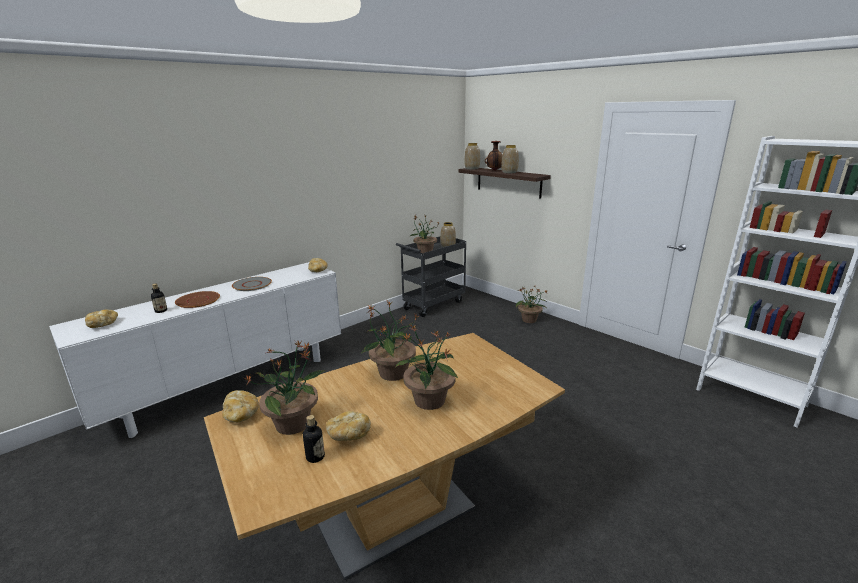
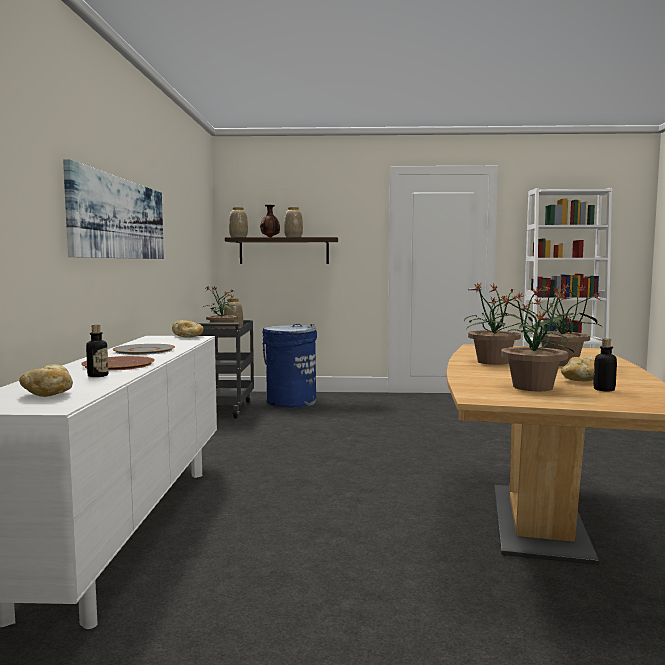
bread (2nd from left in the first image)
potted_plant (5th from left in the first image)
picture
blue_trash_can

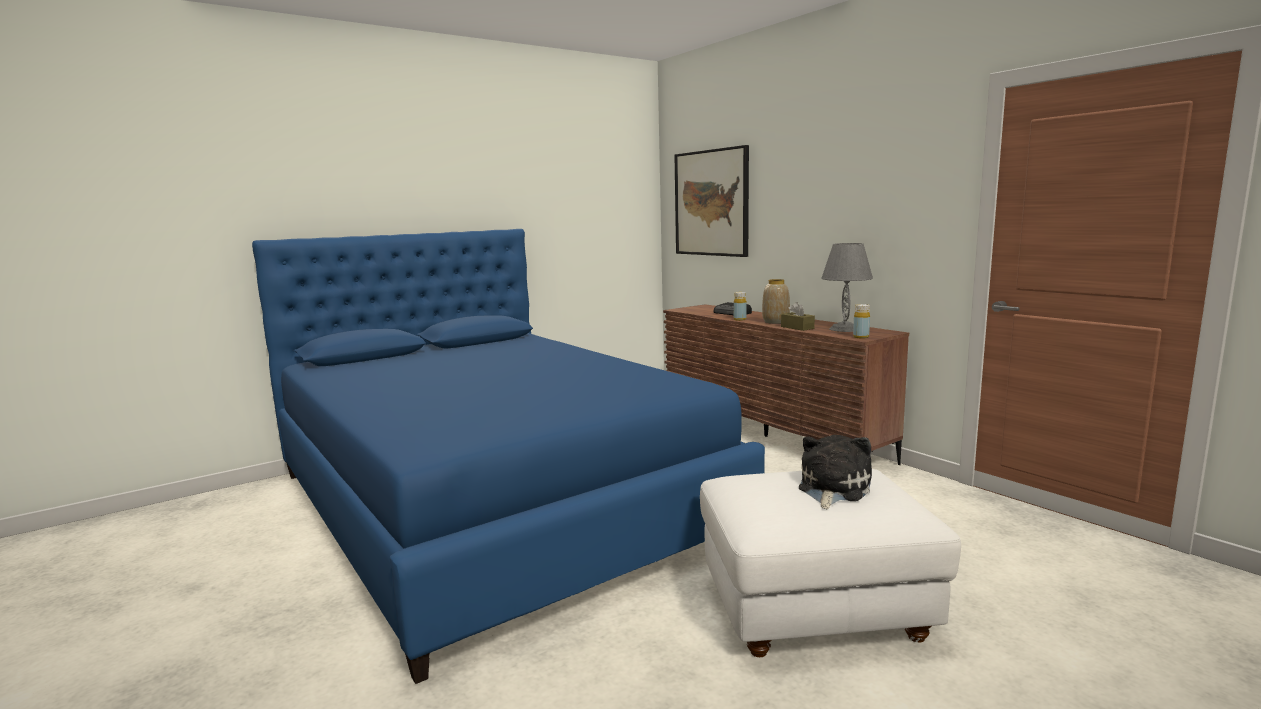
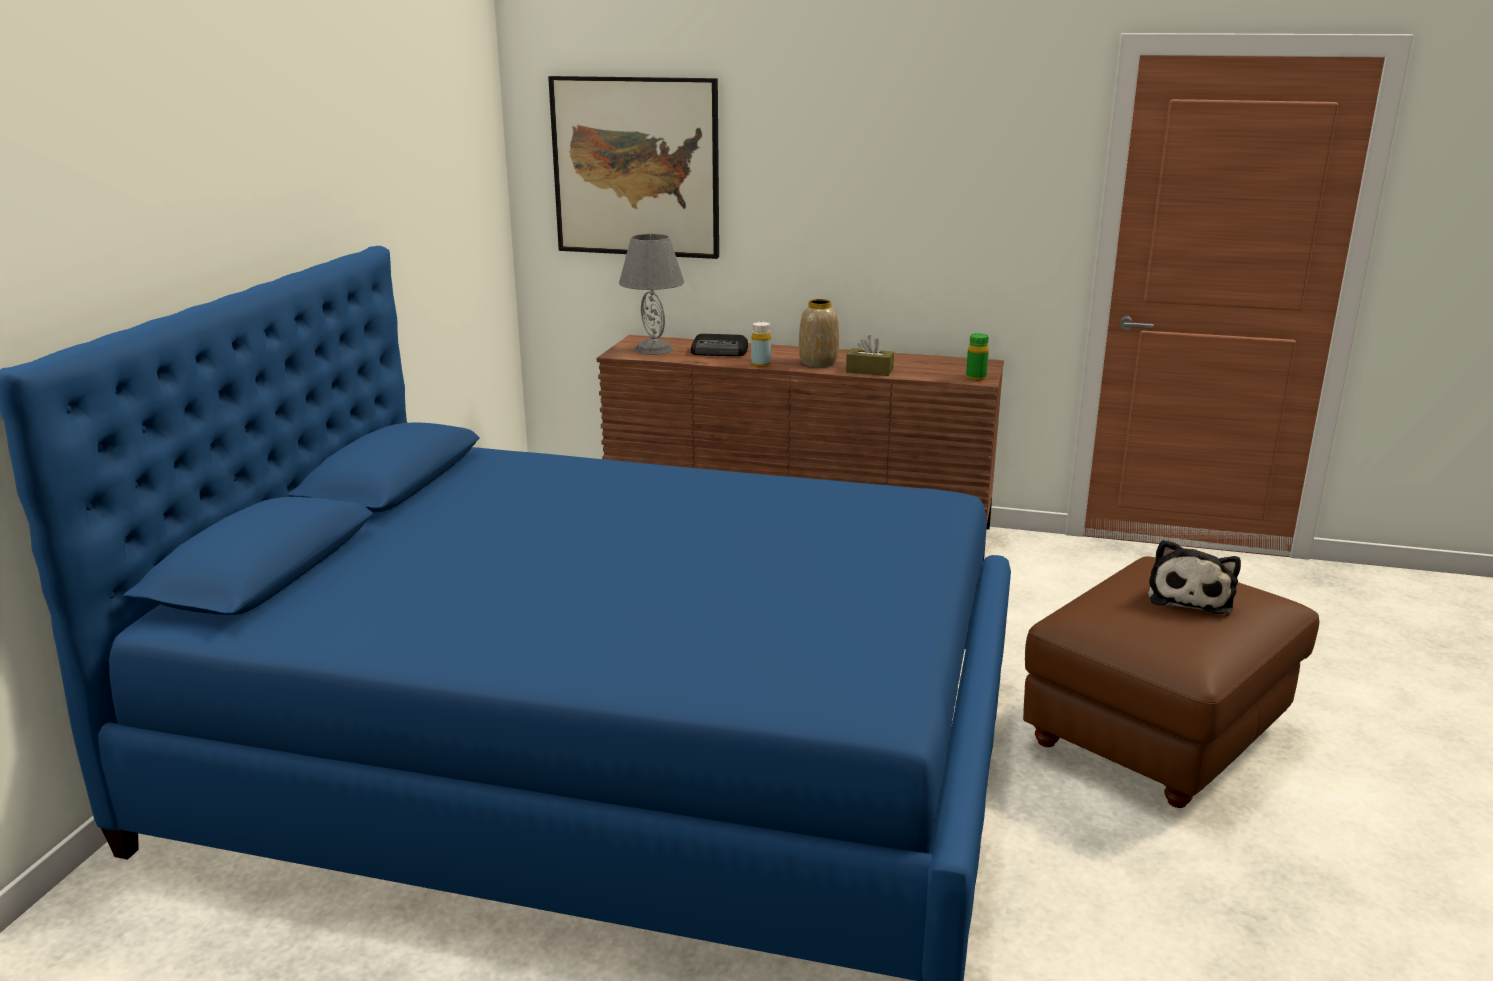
brown_ottoman
plush_toy
grey_table_lamp
green_bottle

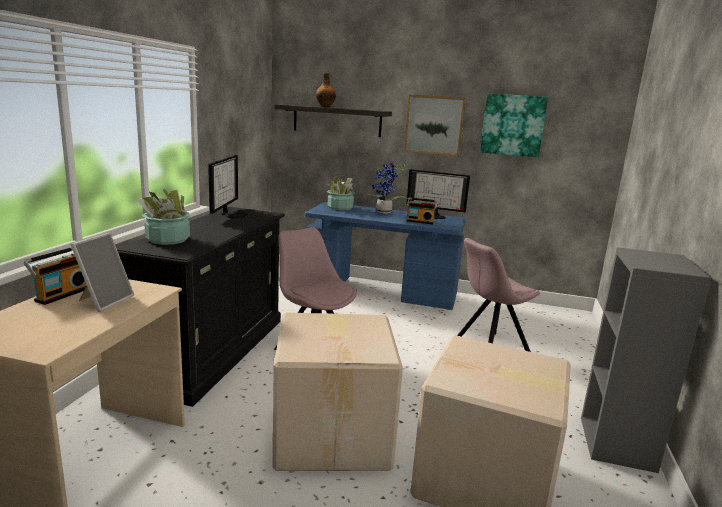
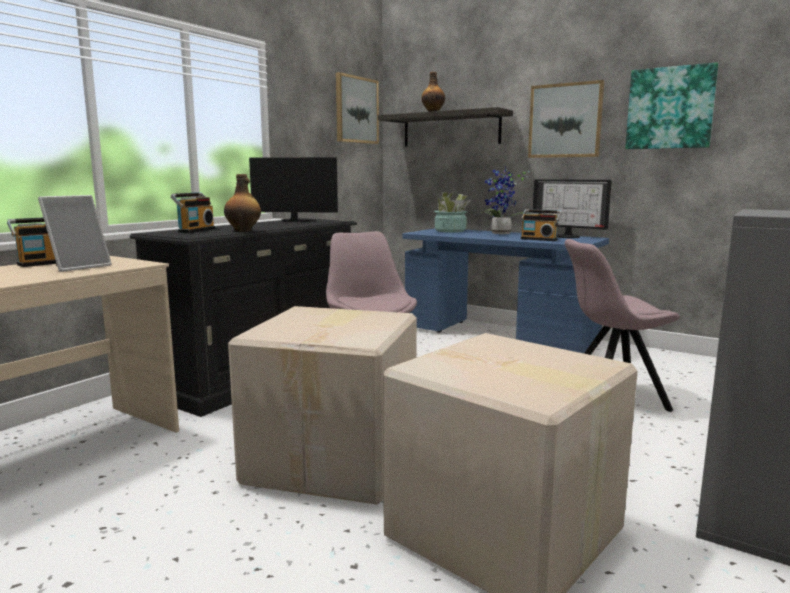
radio (2nd from left)
monitor (1st from left)
bottle (1st from left)
picture (1st from left)

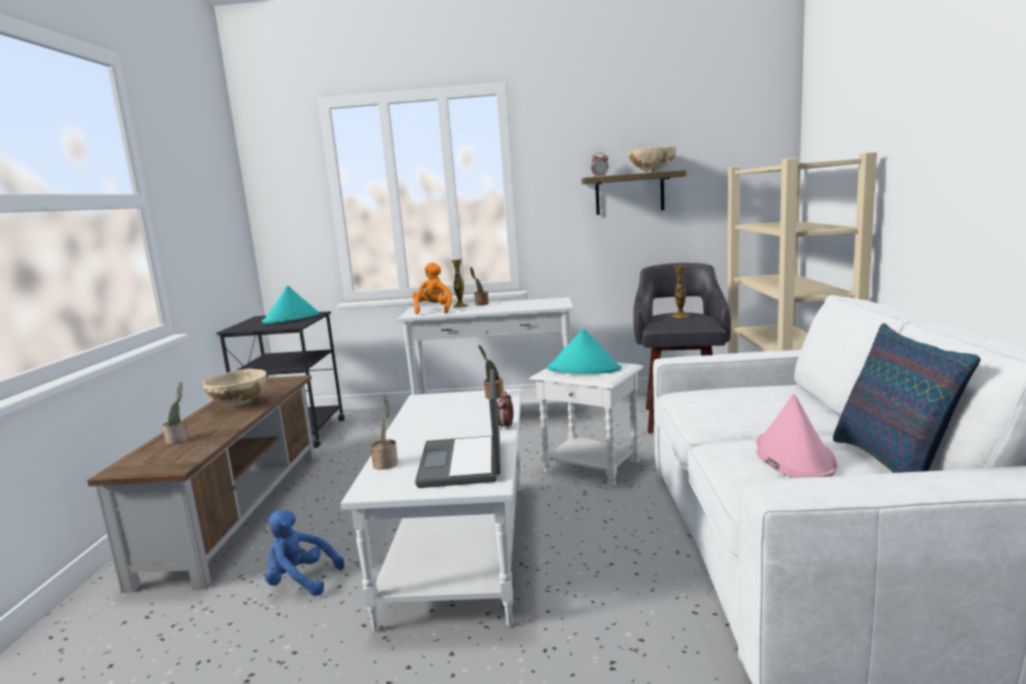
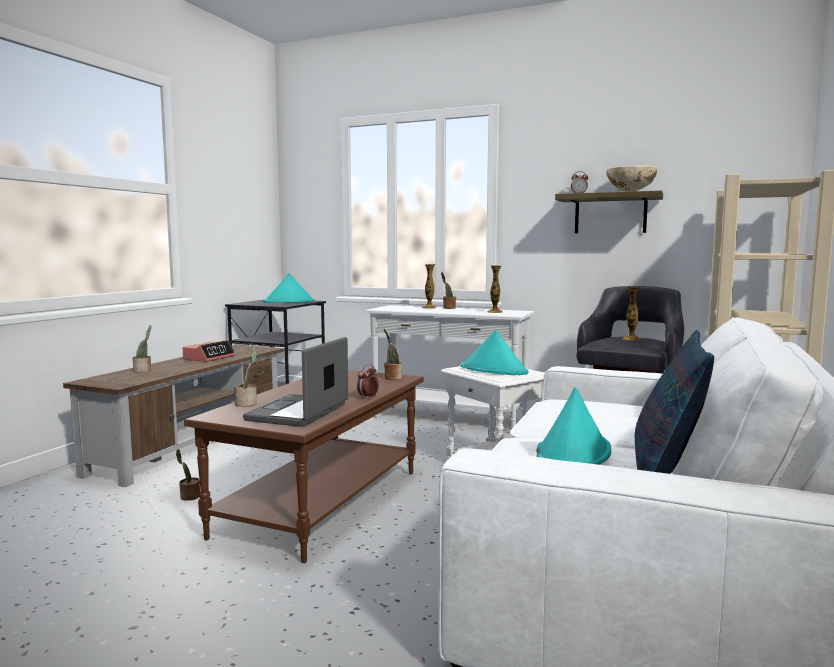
alarm_clock (1st from left)
potted_plant (2nd from left)
brown_coffee_table
orange_plush_toy
turquoise_hat (3rd from left)
vase (2nd from left)

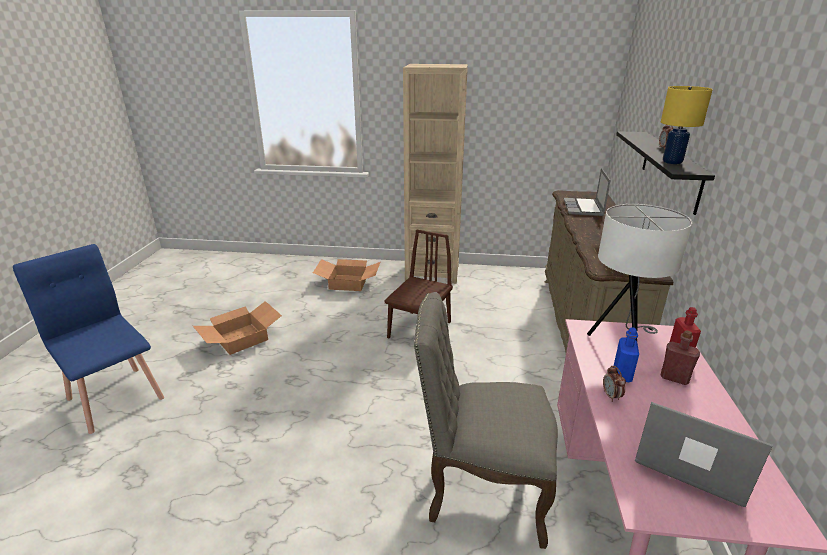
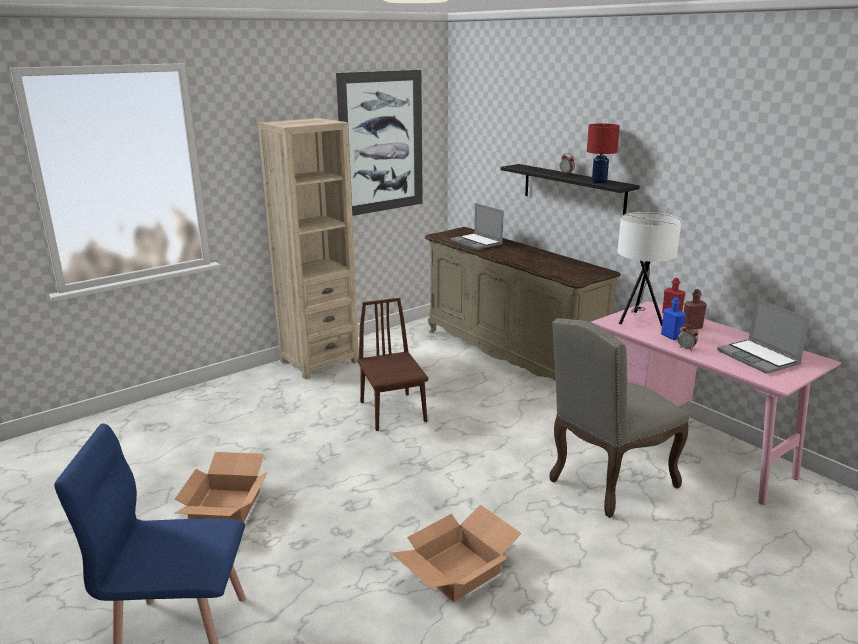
cardboard_box (2nd from left)
laptop (2nd from left)
red_table_lamp
picture

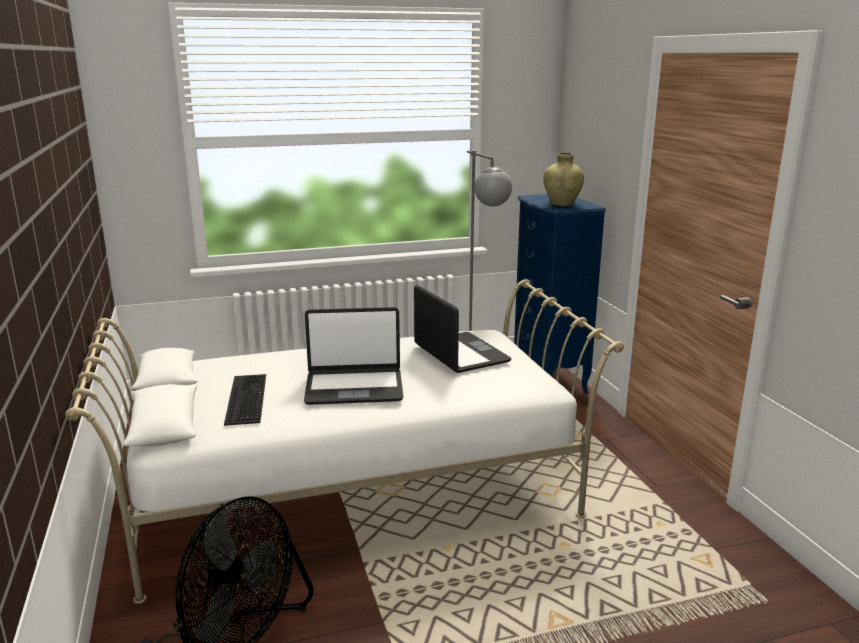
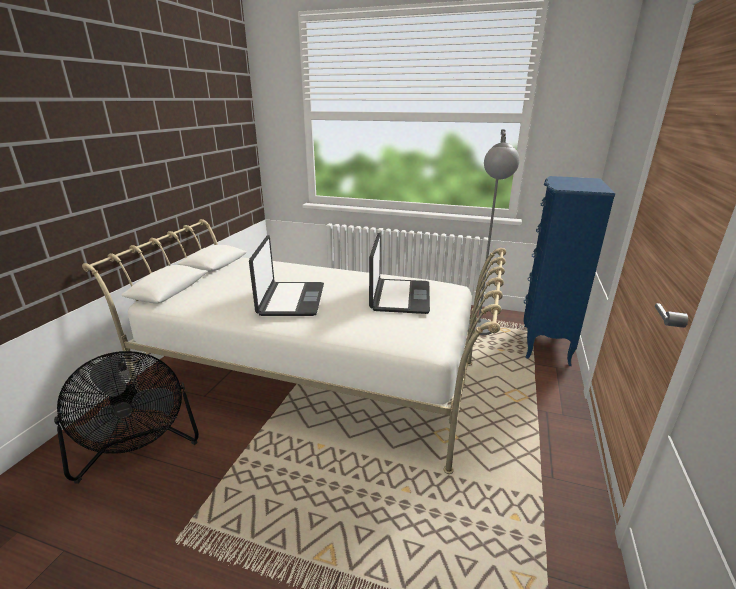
keyboard
laptop (1st from left)
beige_vase

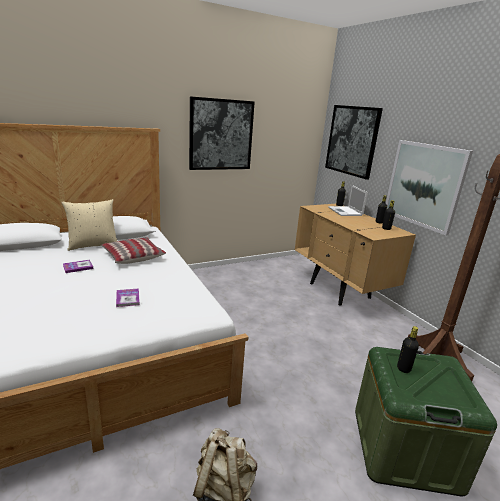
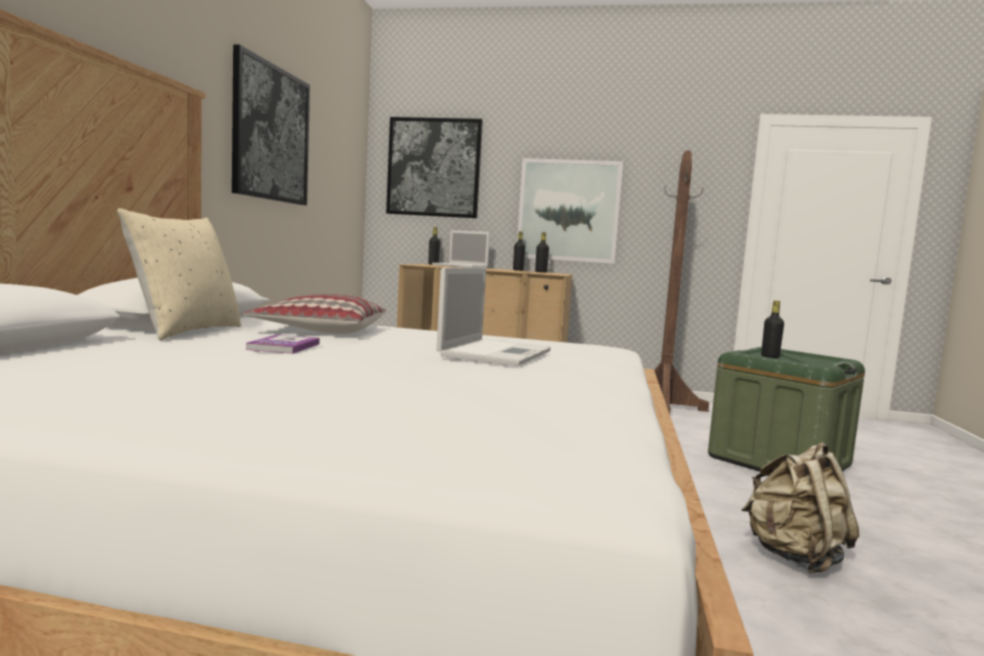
laptop (2nd from left)

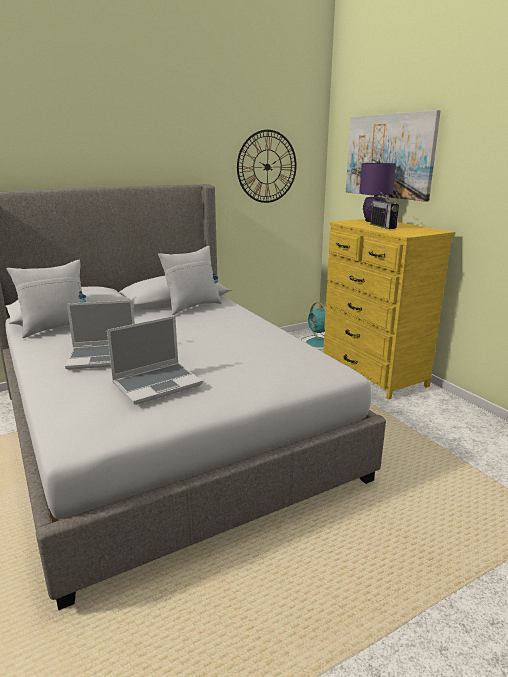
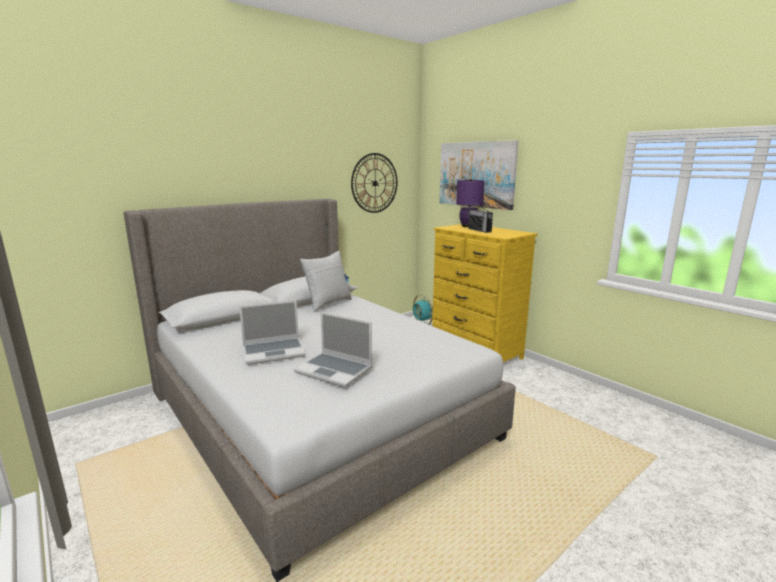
grey_pillow (1st from left in the first image)
laptop (2nd from left)

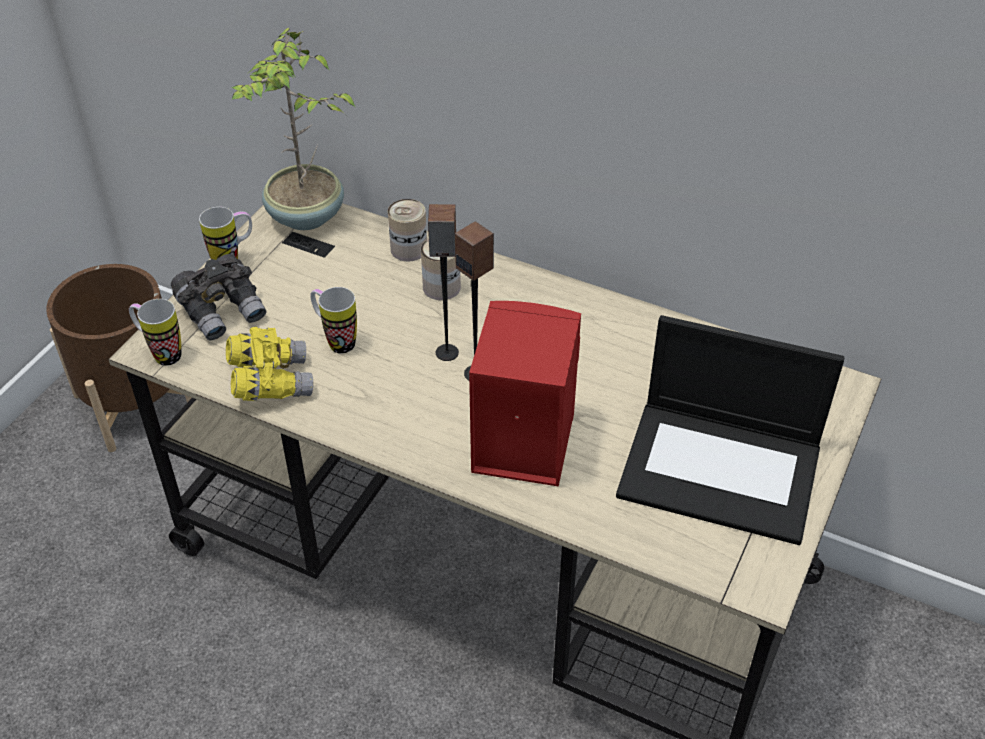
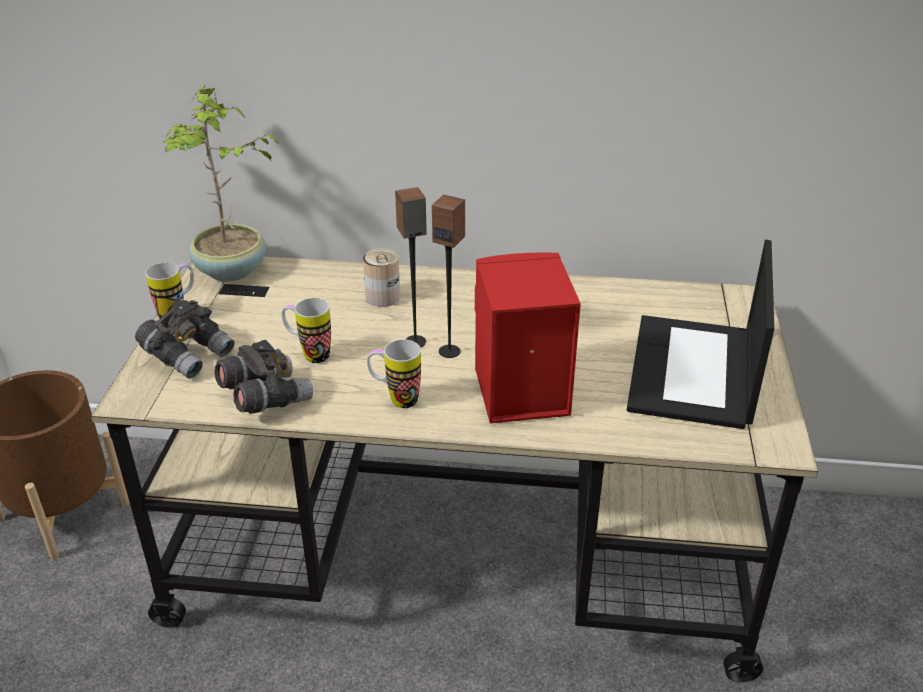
mug (3rd from left)
grey_binoculars (2nd from left)
can (1st from left in the first image)
laptop

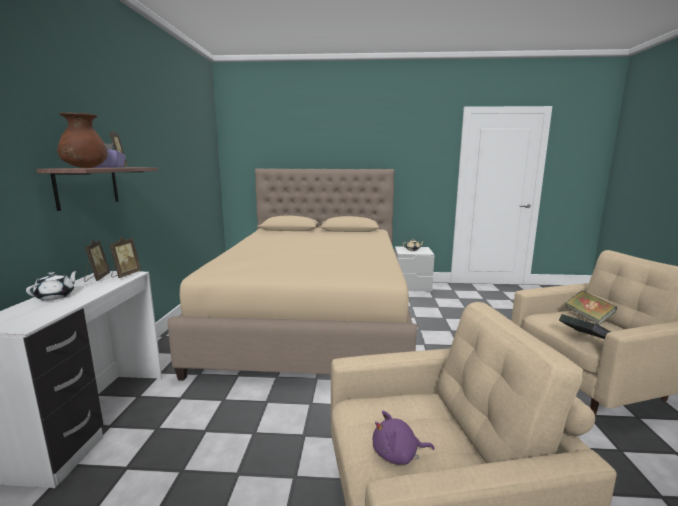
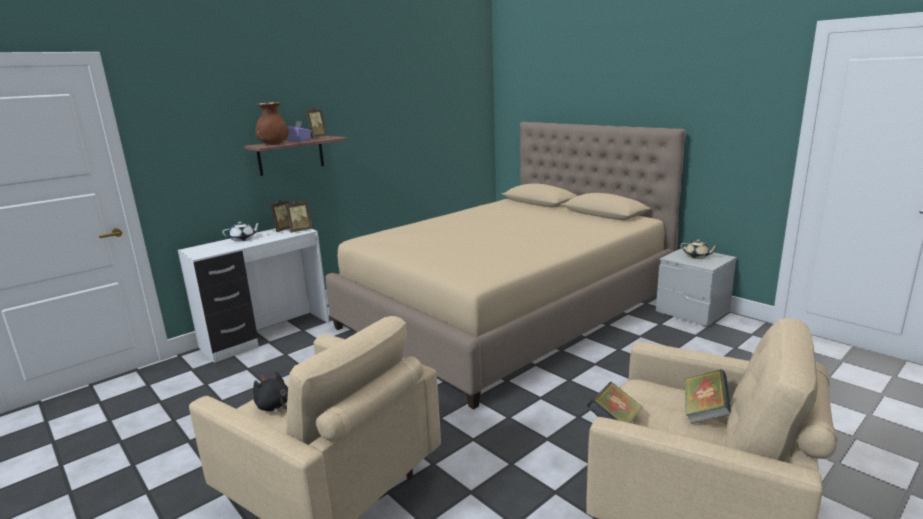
black_plush_toy

